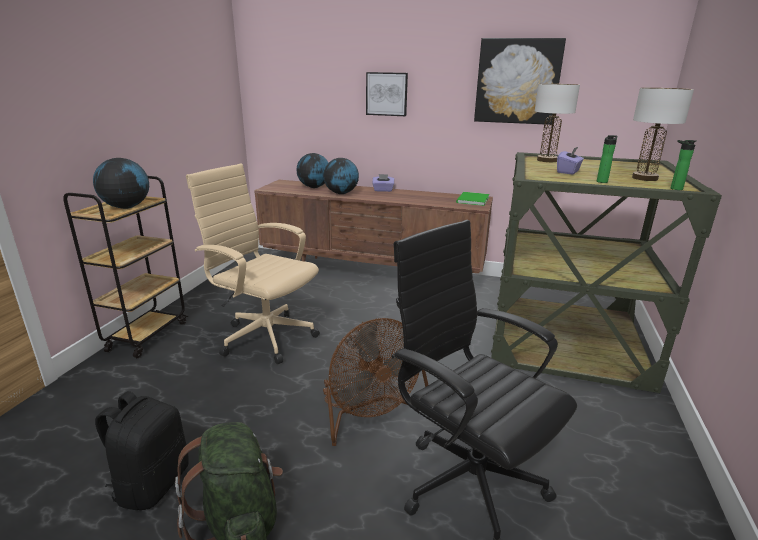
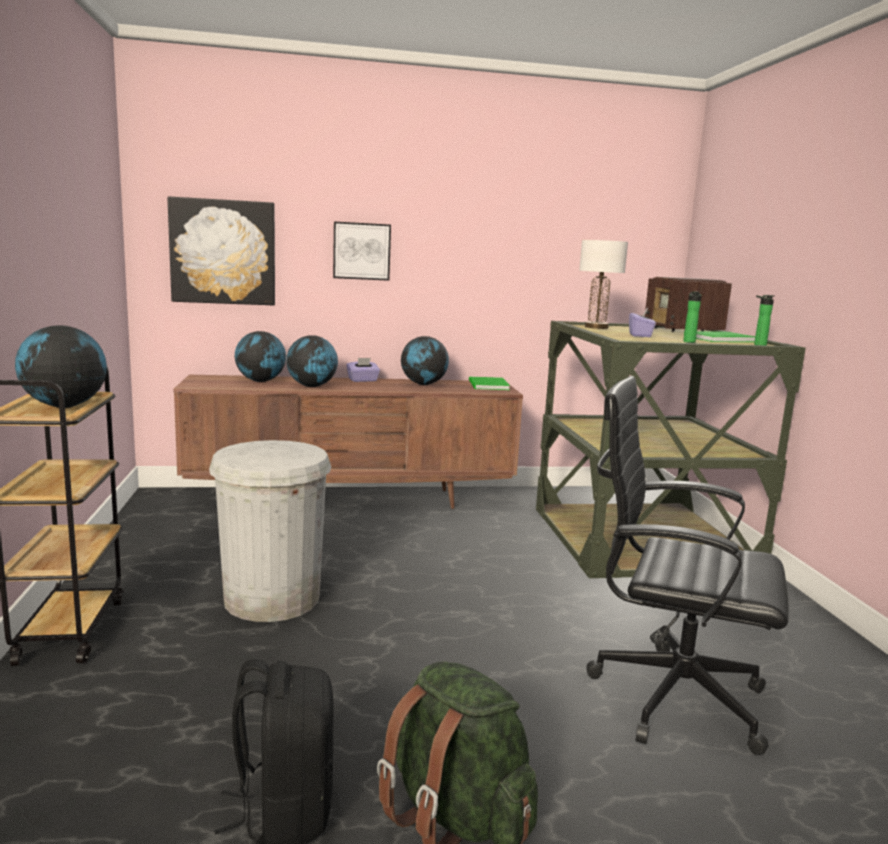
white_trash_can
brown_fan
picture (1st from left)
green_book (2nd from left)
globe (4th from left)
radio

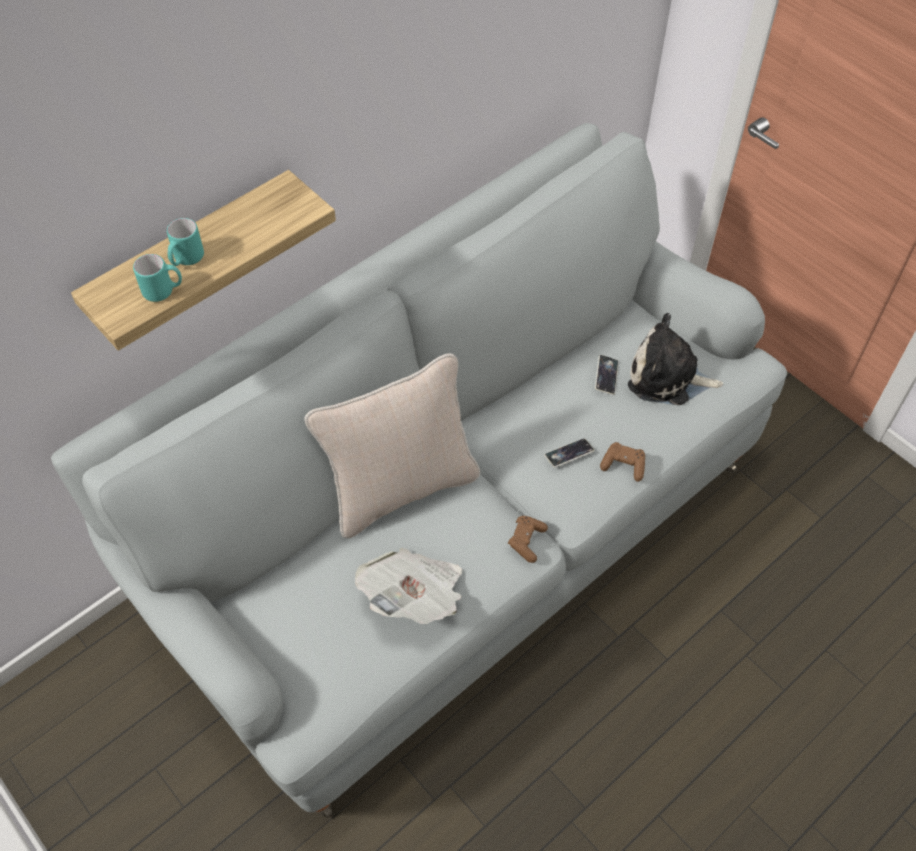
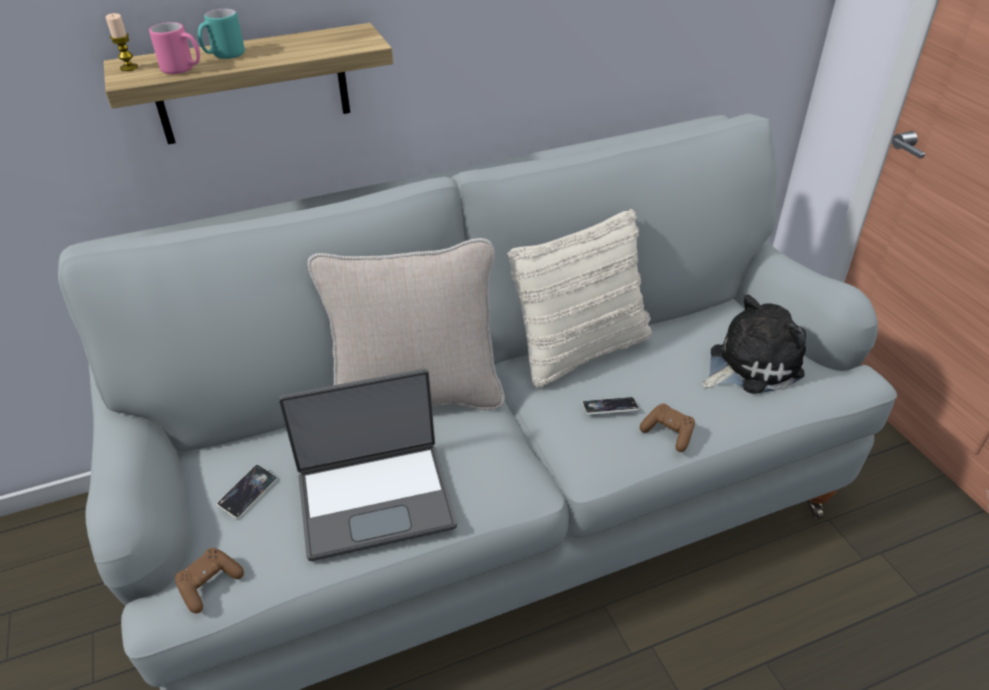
pink_mug
laptop
brown_game_controller (1st from left)
phone (1st from left)
plush_toy
candle
beige_pillow (2nd from left)

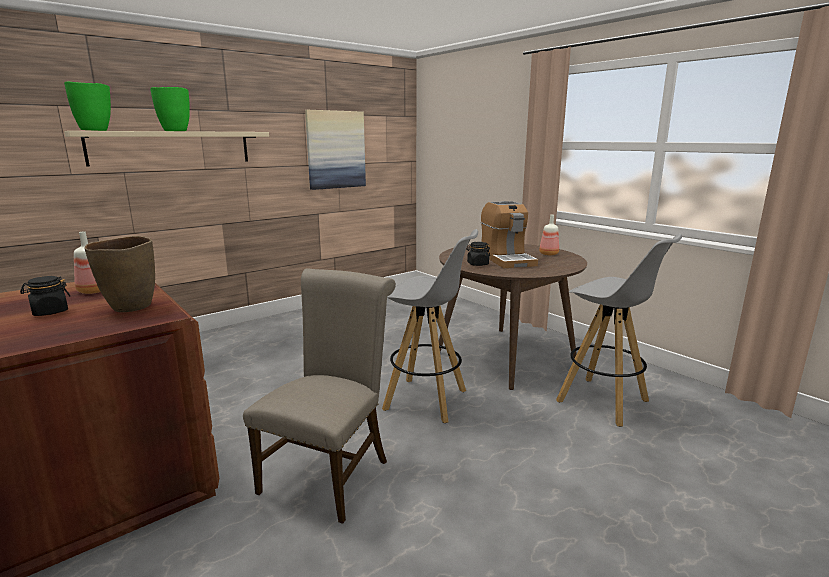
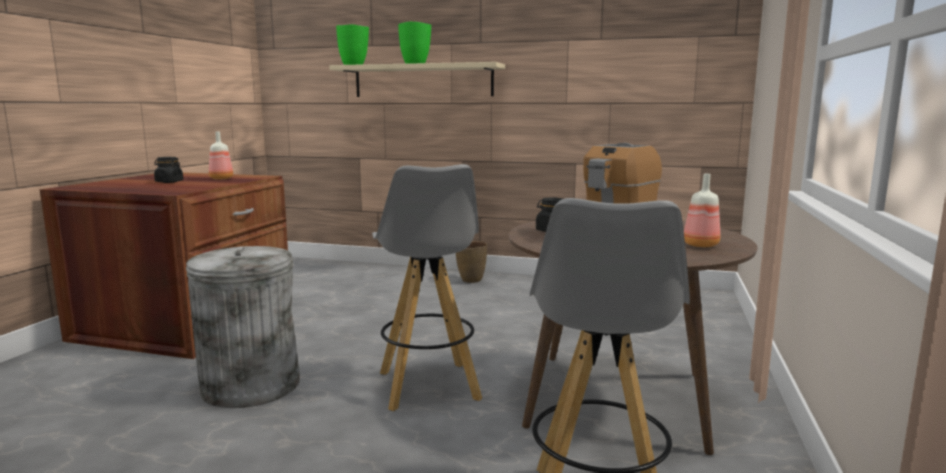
brown_vase
grey_trash_can
picture

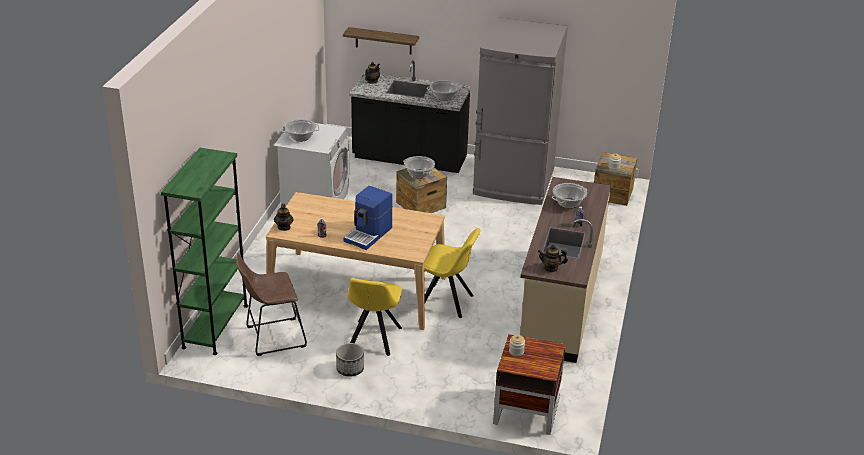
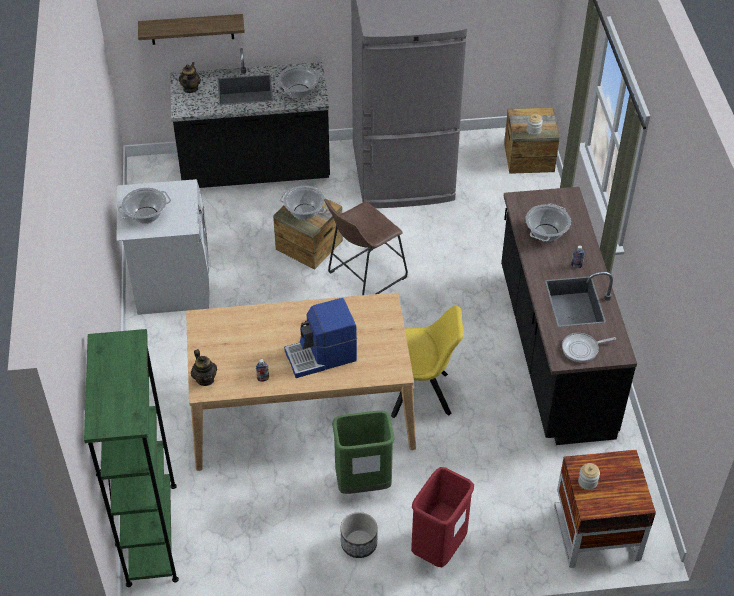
brown_stool
coffee_machine
green_trash_can
black_counter (2nd from left)
frying_pan
red_trash_can

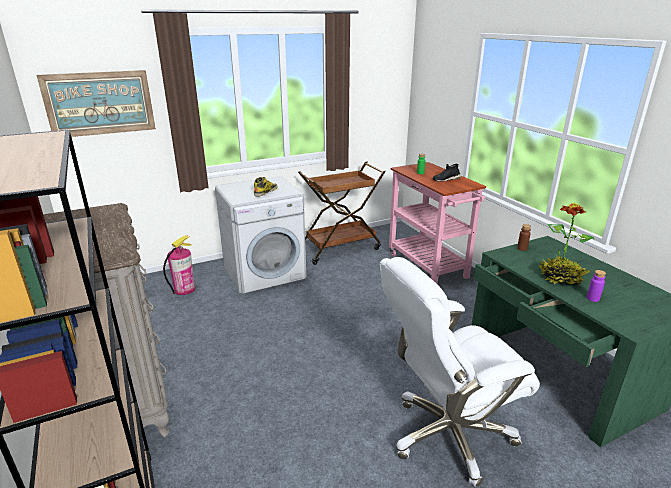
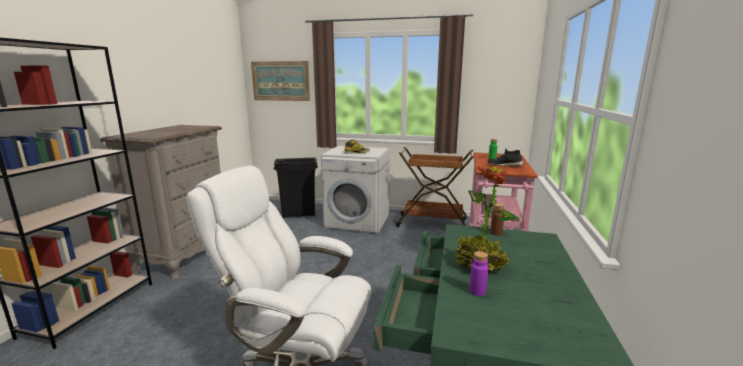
black_trash_can

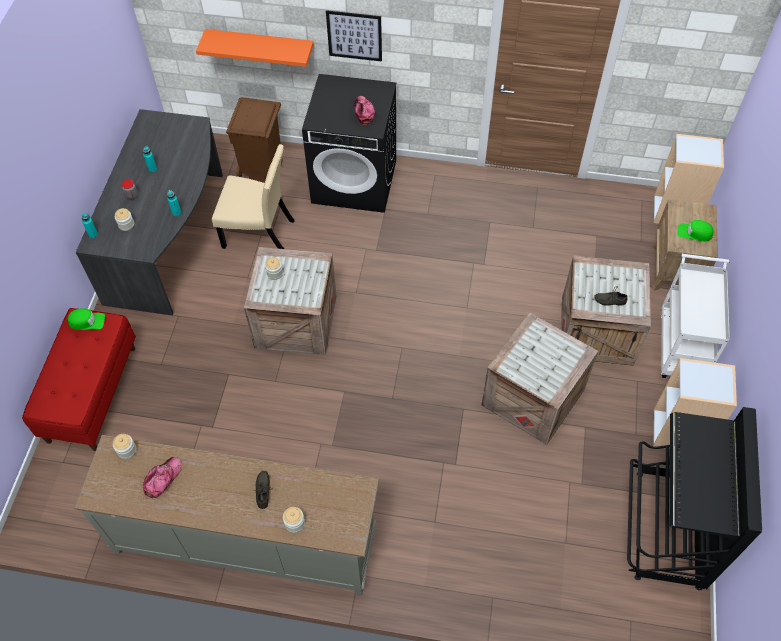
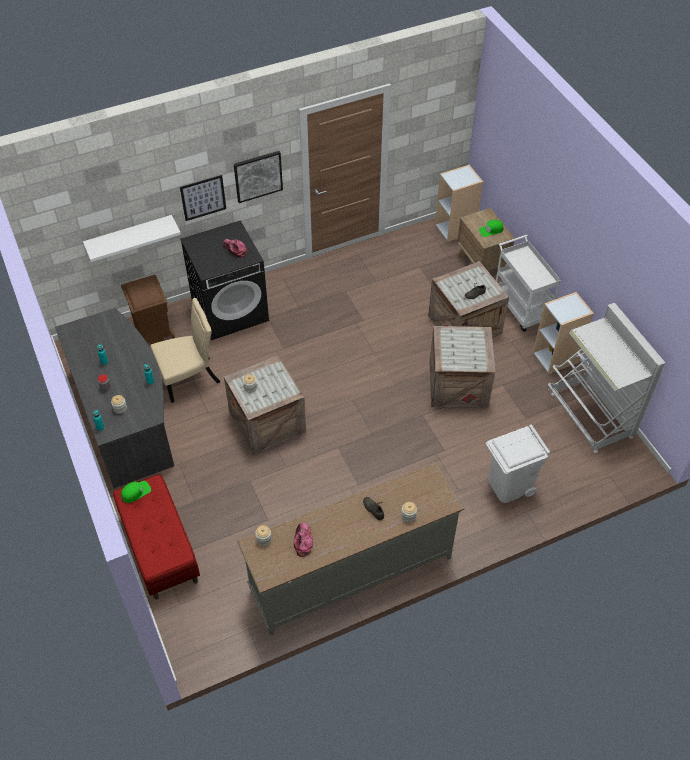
white_shelf
white_shoe_rack
picture (2nd from left)
white_trash_can

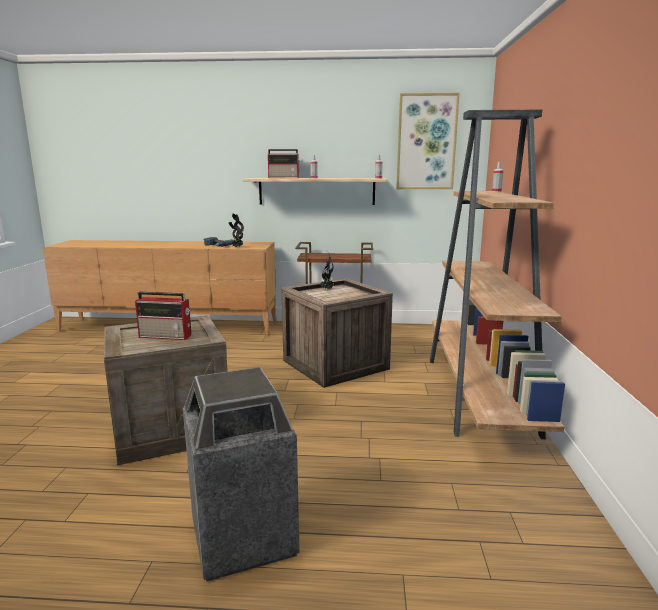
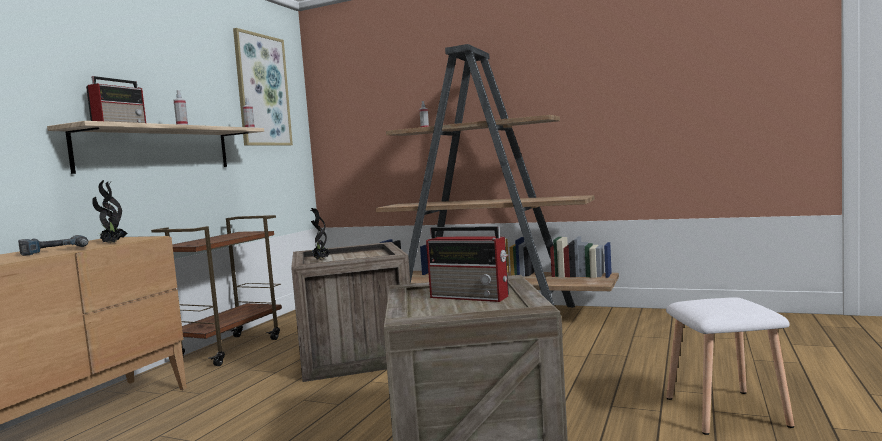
radio (2nd from left)
white_stool

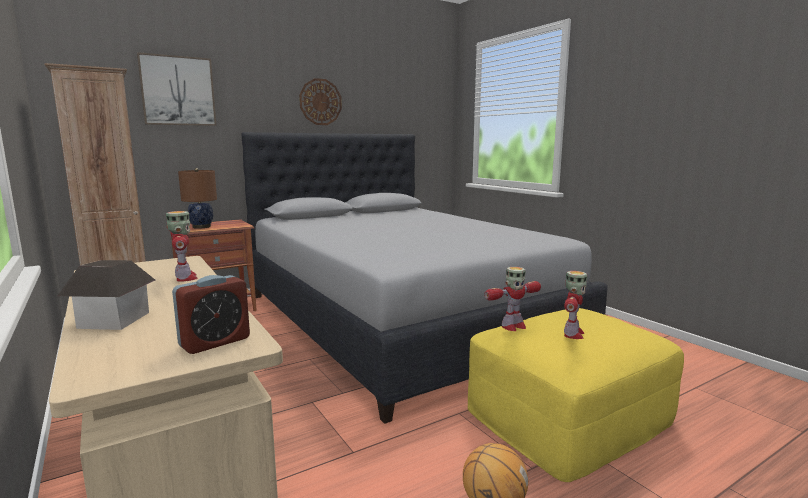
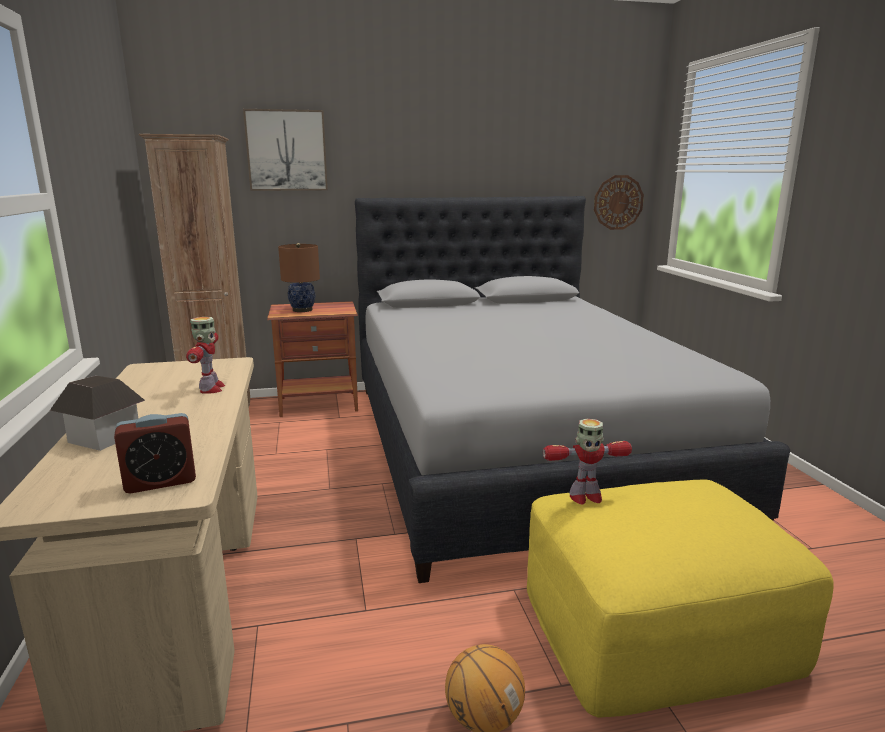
wall_clock
toy_robot (3rd from left in the first image)

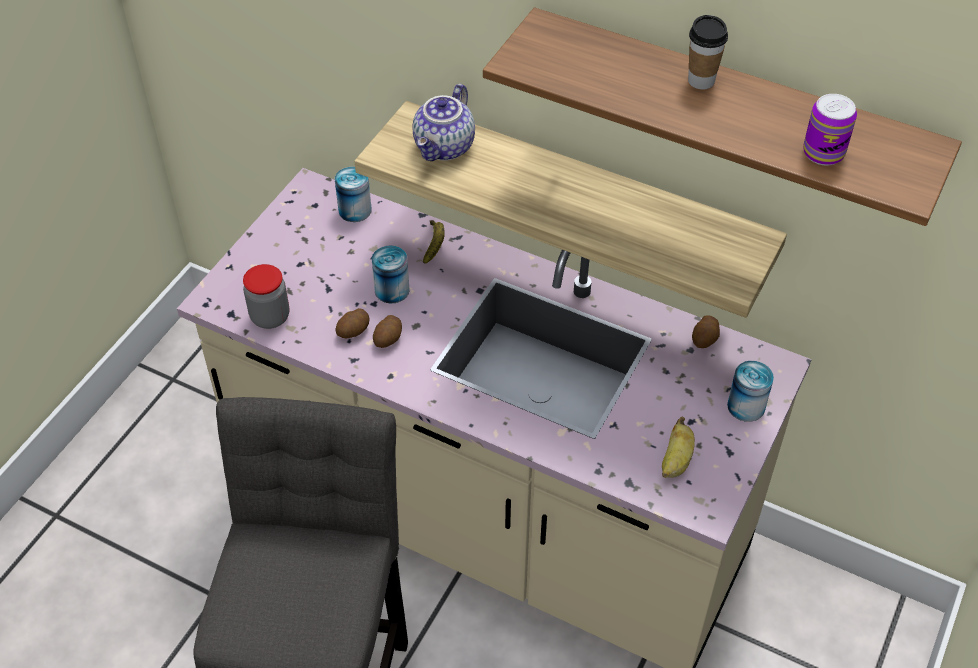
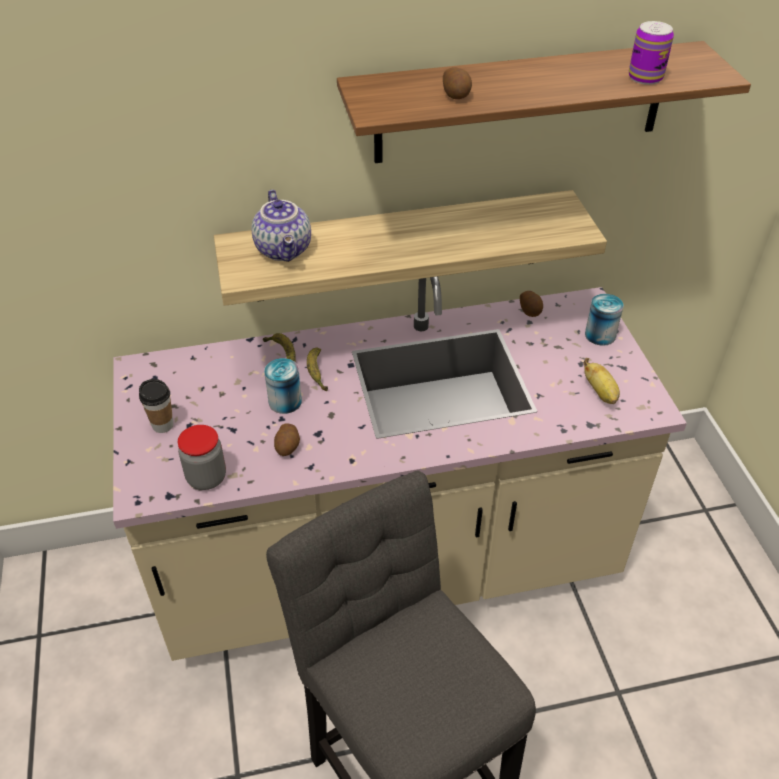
can (1st from left in the first image)
potato (2nd from left)
cup
banana (2nd from left)

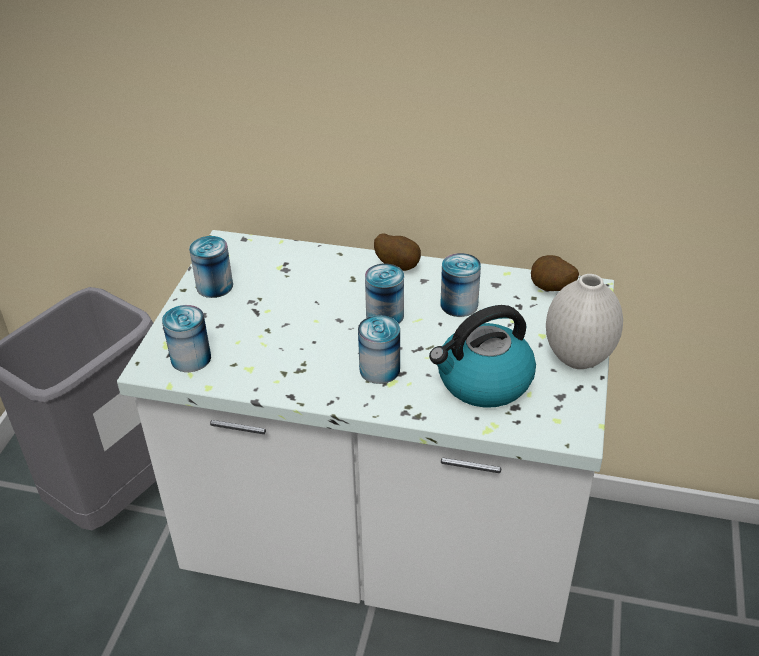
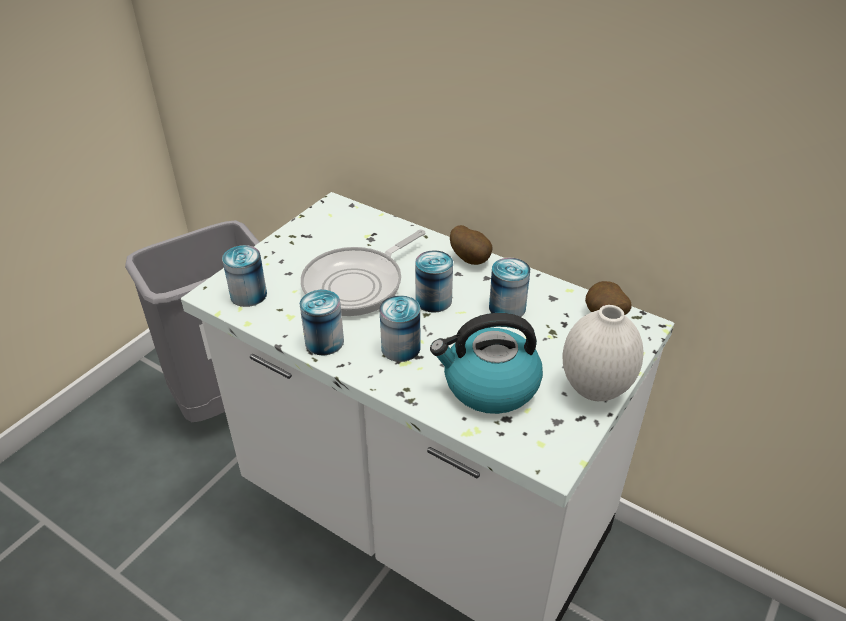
can (2nd from left)
frying_pan

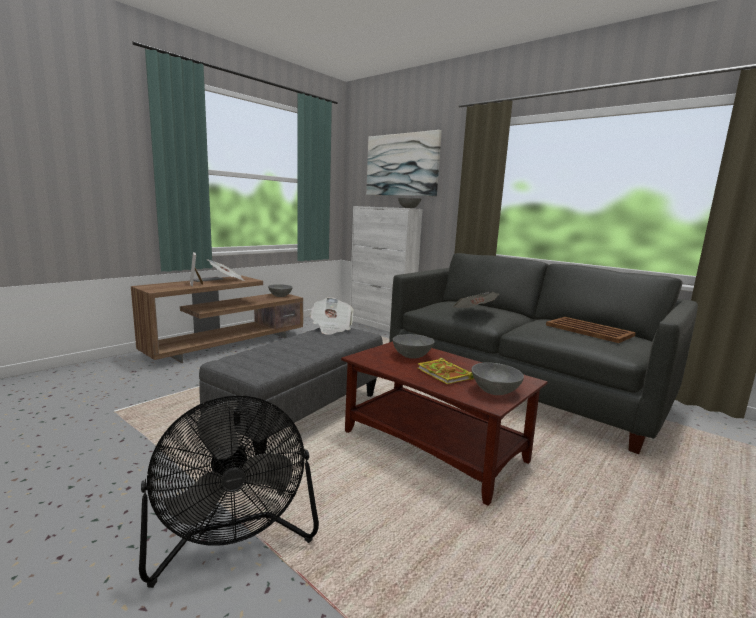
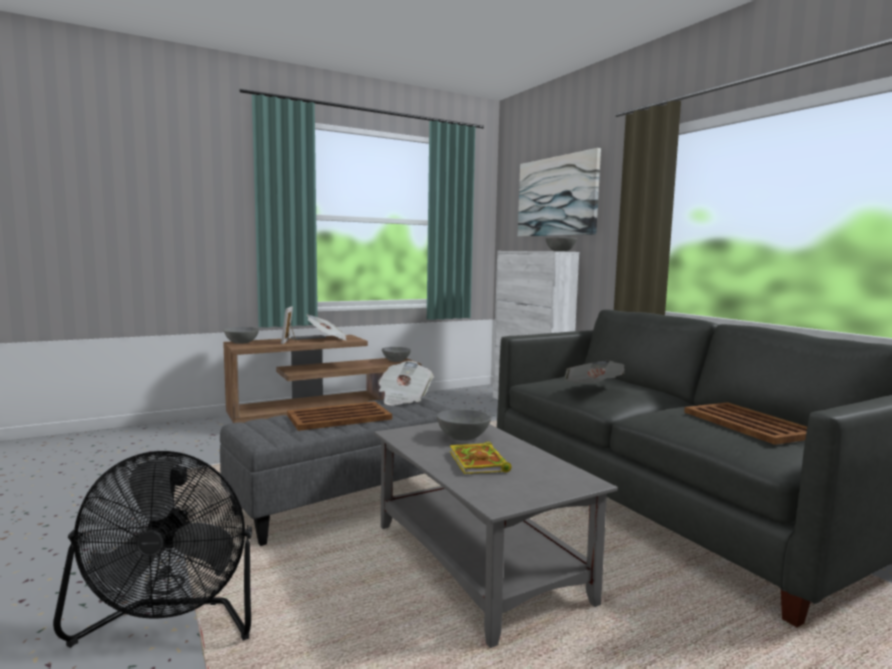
grey_coffee_table
grey_bowl (1st from left)
brown_tray (1st from left)

